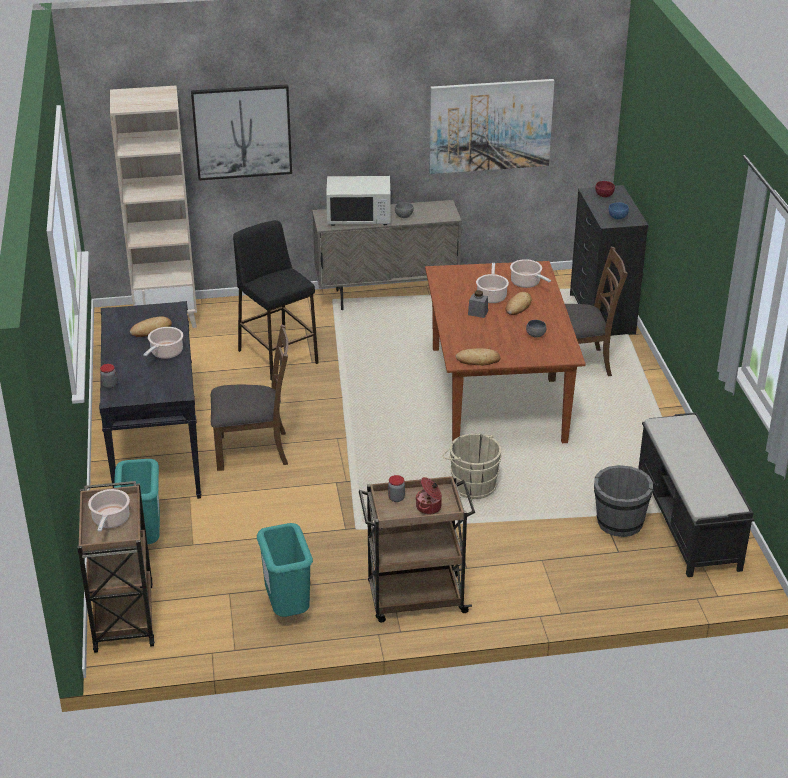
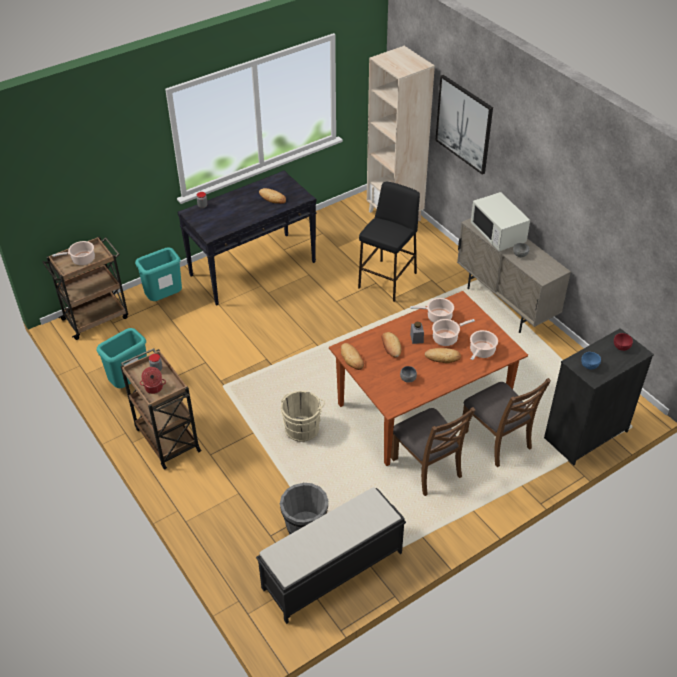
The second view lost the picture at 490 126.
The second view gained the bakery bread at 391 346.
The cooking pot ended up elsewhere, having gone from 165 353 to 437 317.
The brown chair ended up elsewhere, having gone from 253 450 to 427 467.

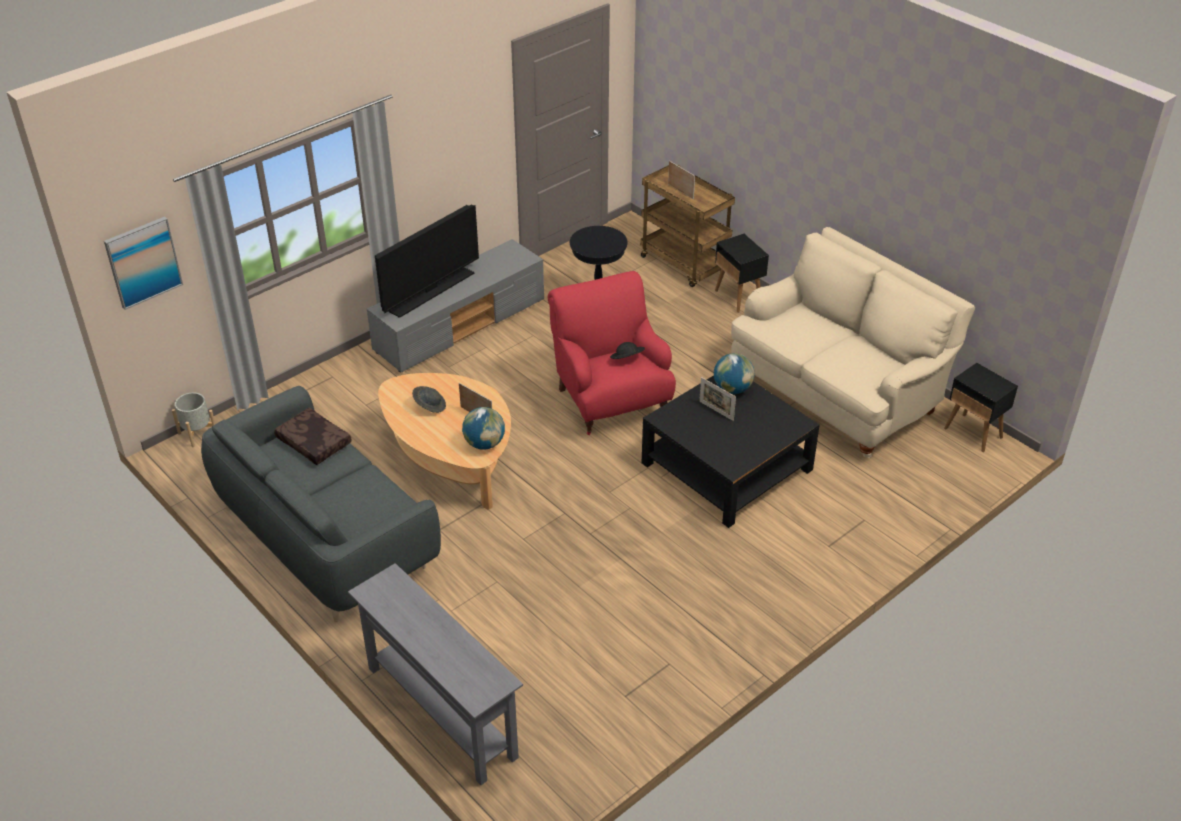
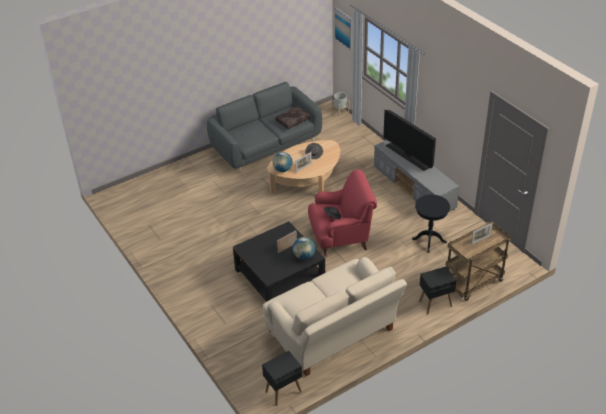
The second view lost the greyish console table at 440 712.

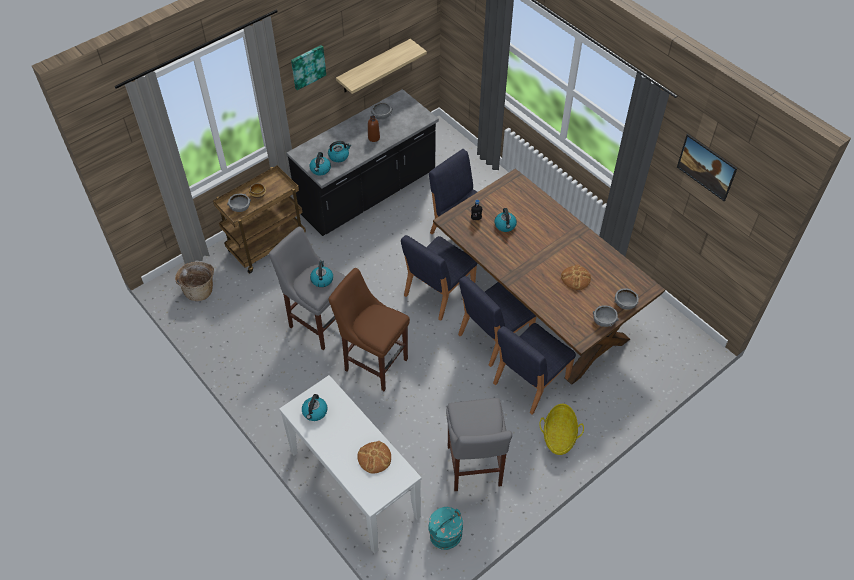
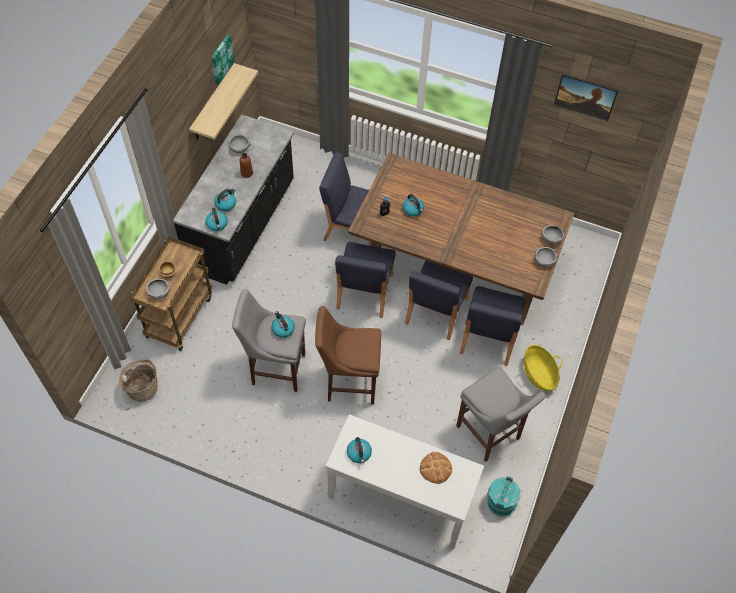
The second view lost the bakery bread at 575 278.
The picture ended up elsewhere, having gone from 307 66 to 221 59.

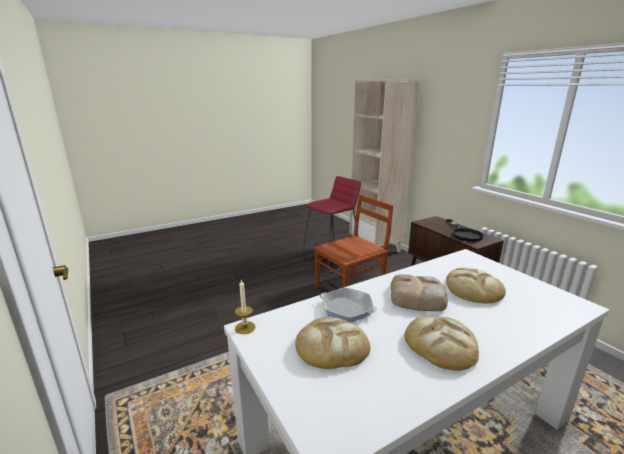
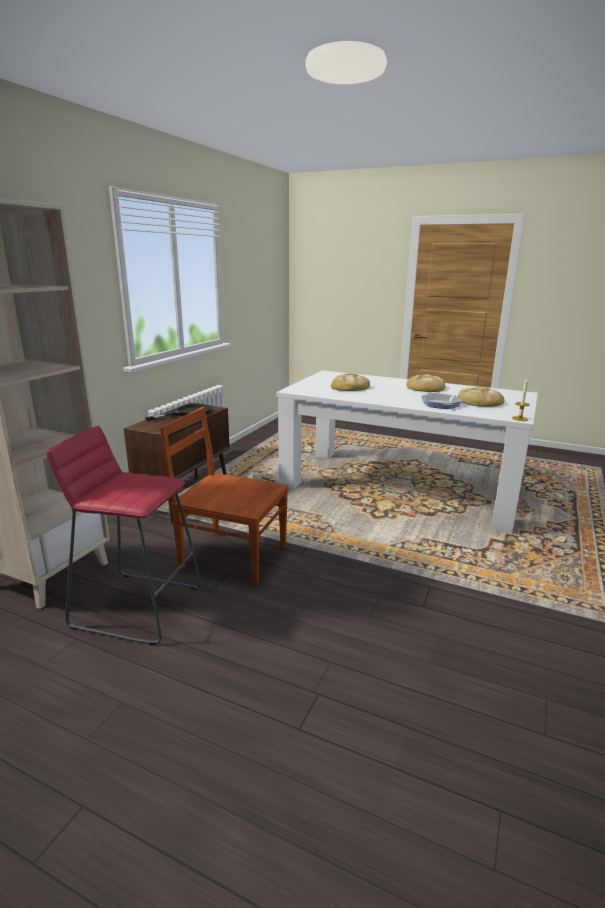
The second view lost the bakery bread at 418 297.

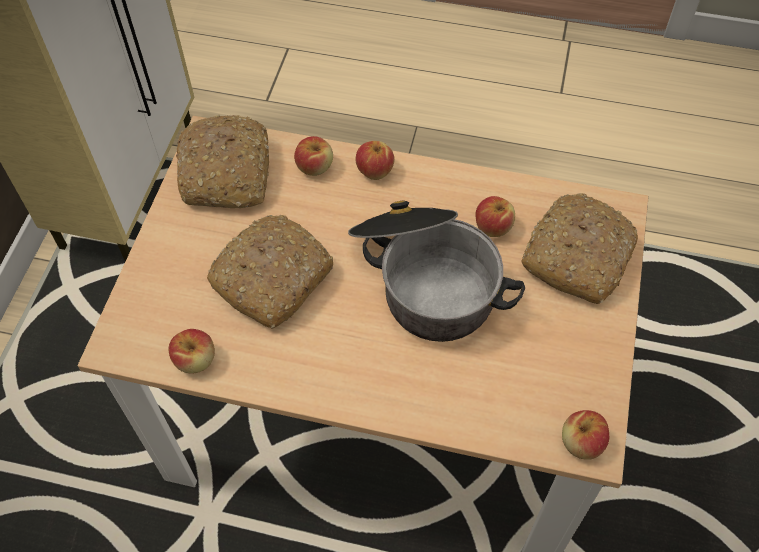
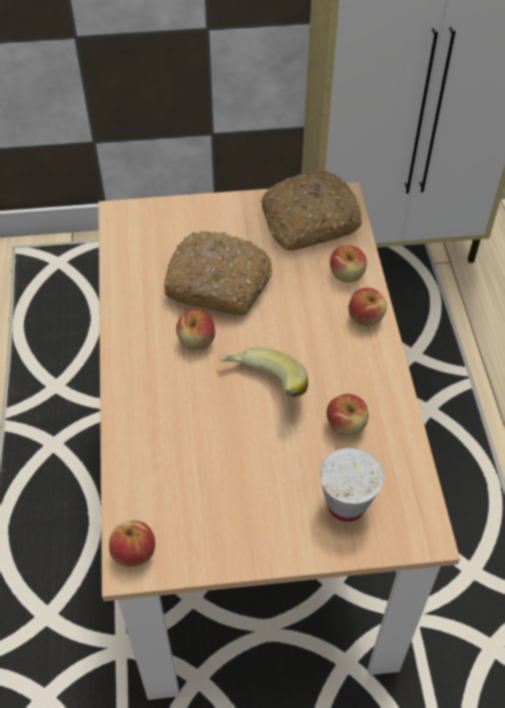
The apple ended up elsewhere, having gone from 196 360 to 196 341.
Where the cooking pot stood at 426 280, the banana came to stand at 261 388.
Where the bakery bread stood at 577 254, the whitish cup came to stand at 346 504.

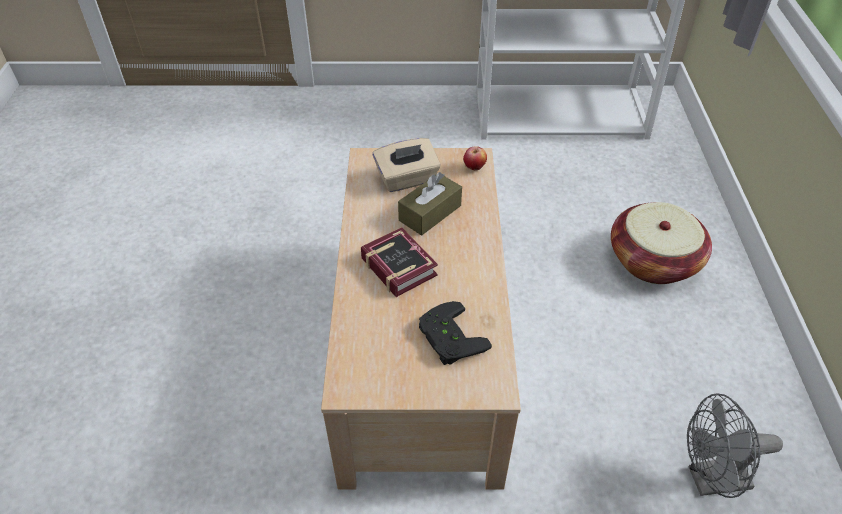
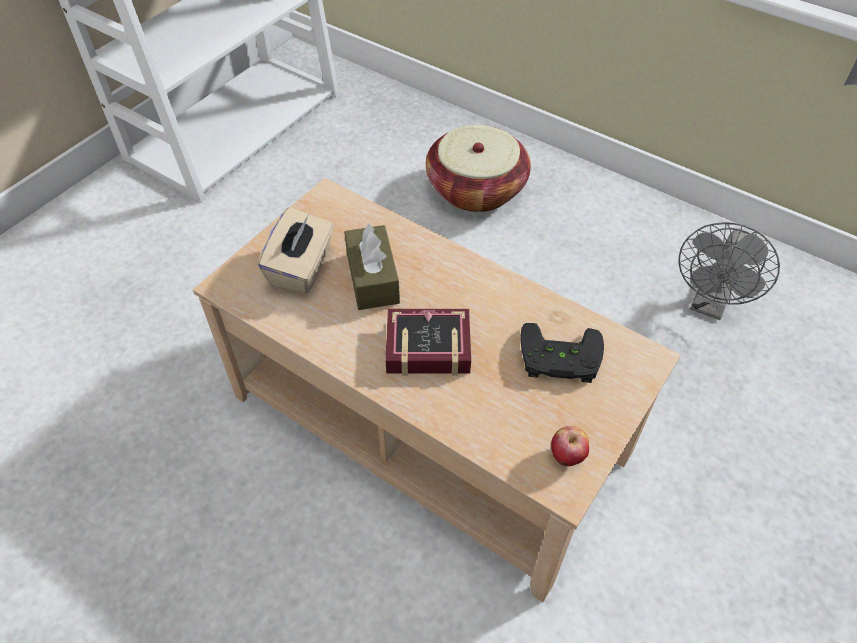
The apple ended up elsewhere, having gone from 474 168 to 567 457.

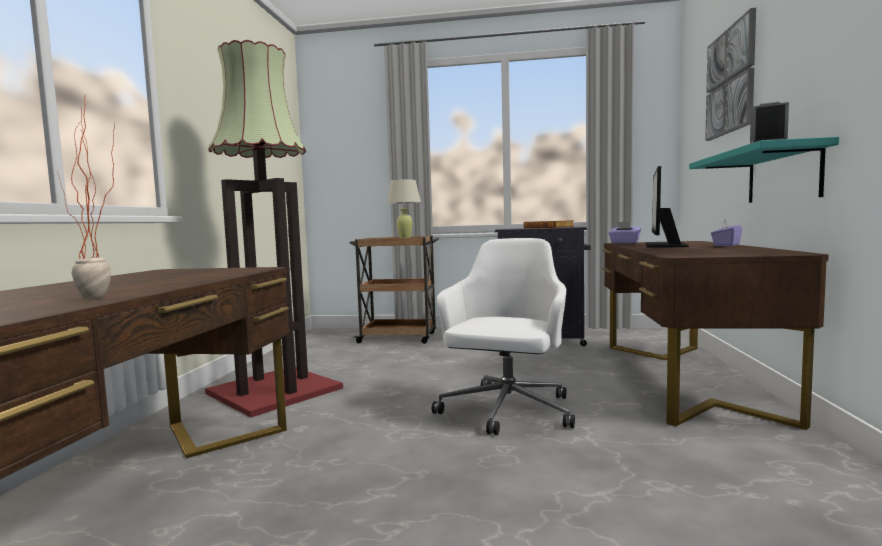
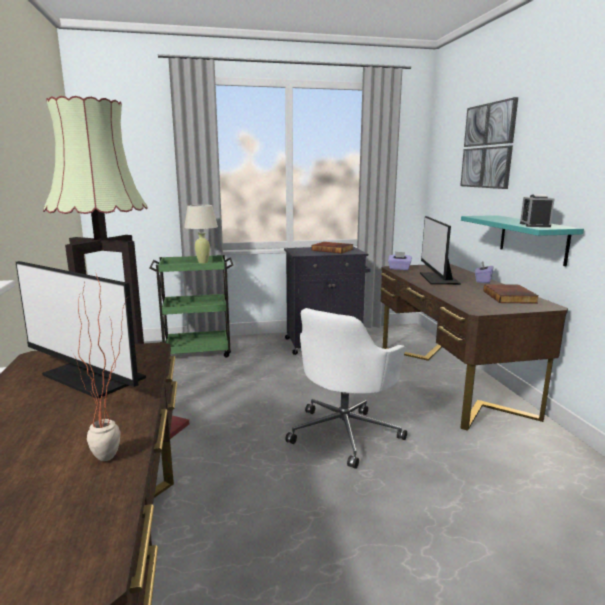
The second view gained the computer display at 92 377.
The second view gained the volume at 510 297.
What was the brown wheeled cart at 399 338 turned into the green wheeled cart at 198 351.
The whitish desk chair at 506 411 ended up facing another way, 150 degrees counterclockwise from before.

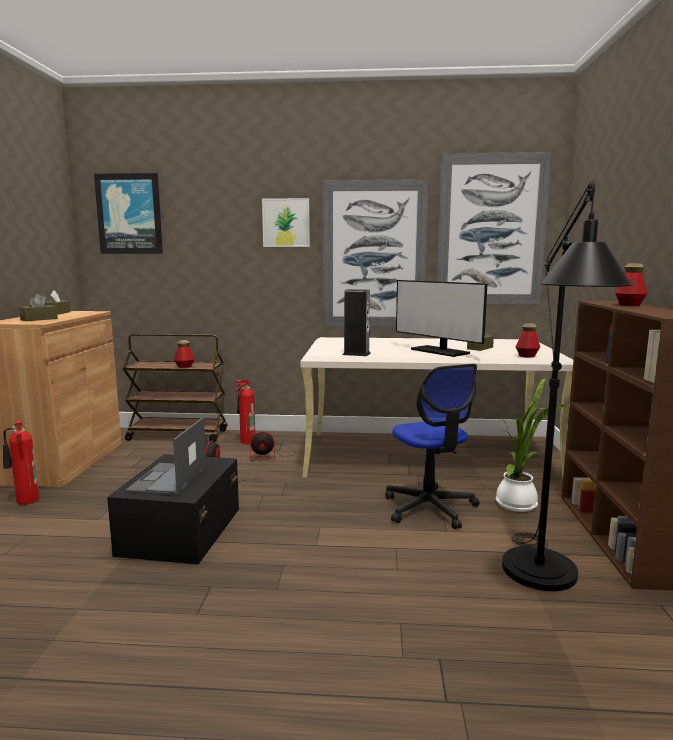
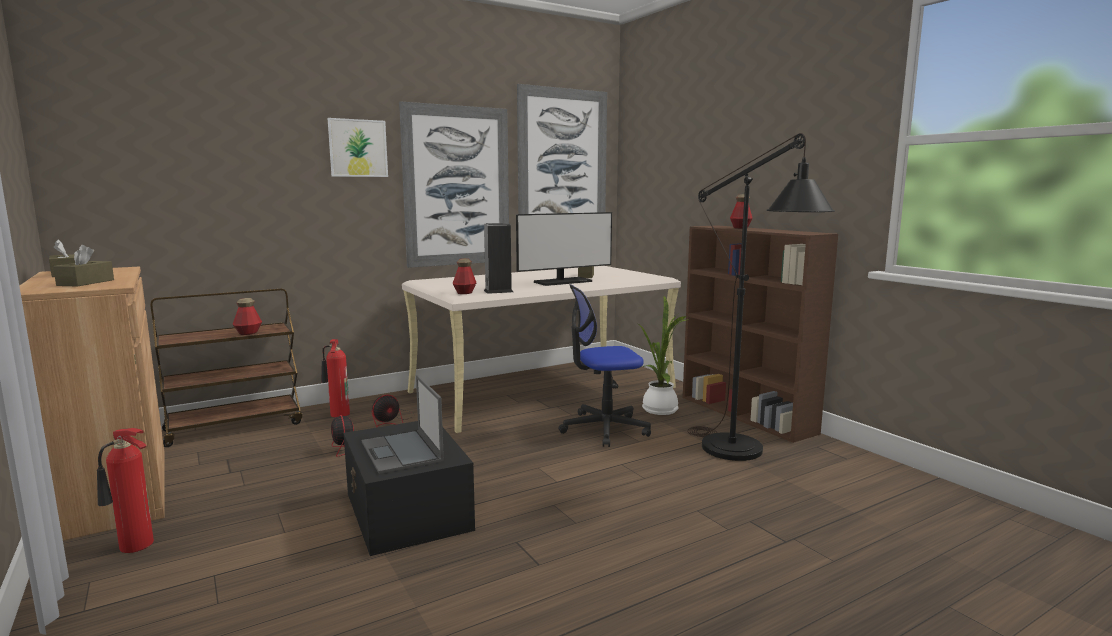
The second view lost the picture at 129 214.
The drink bottle ended up elsewhere, having gone from 527 356 to 464 293.
The desk chair at 430 508 ended up facing another way, 135 degrees clockwise from before.
The computer display at 439 351 ended up facing another way, 45 degrees counterclockwise from before.

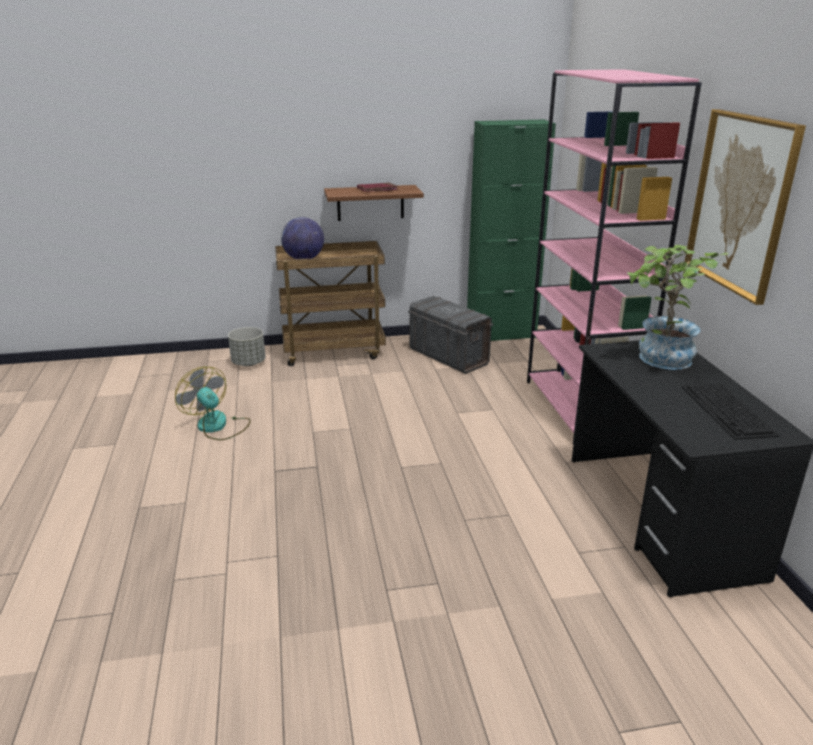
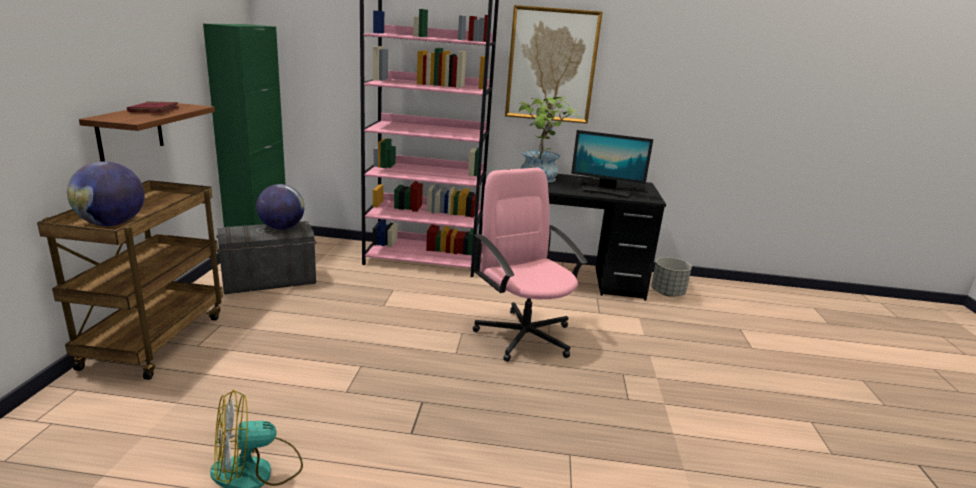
The second view gained the world globe at 282 228.
The second view gained the pinkish desk chair at 524 335.
The second view gained the computer display at 606 192.
The greyish plant pot ended up elsewhere, having gone from 248 363 to 667 293.

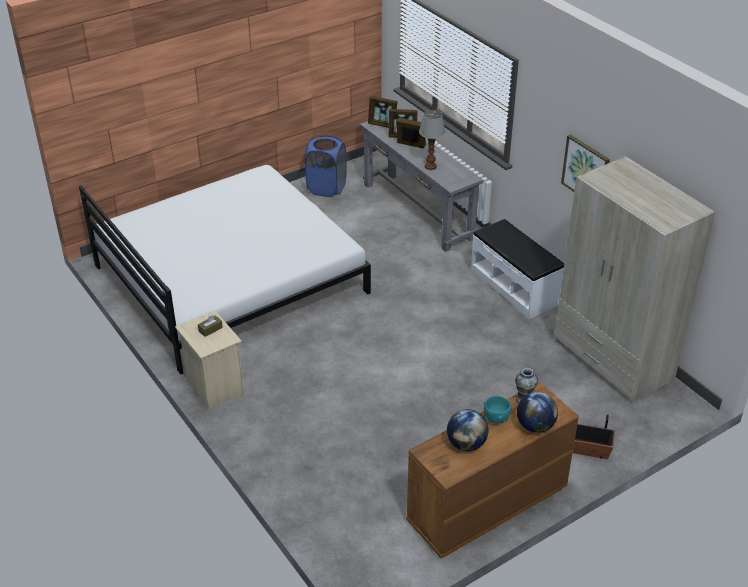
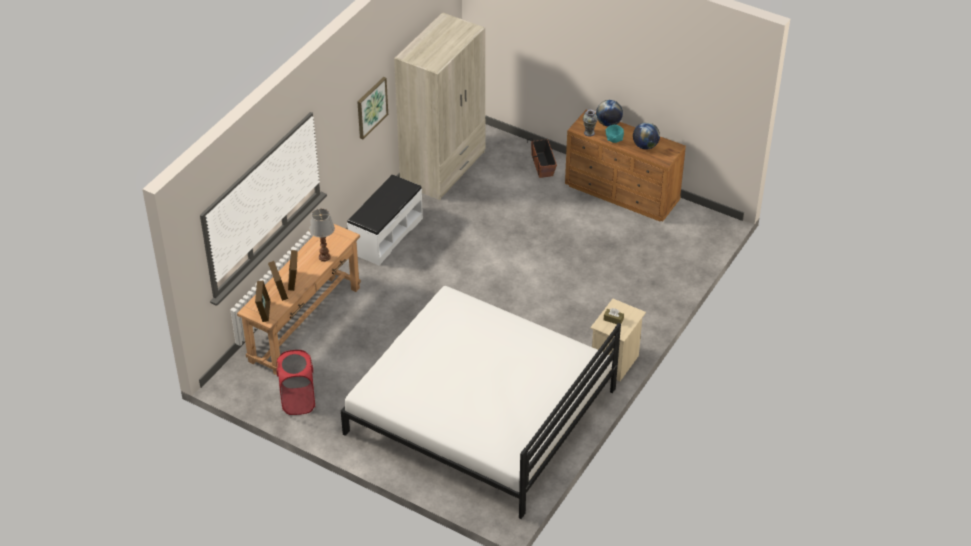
What was the blue-coloured washing basket at 326 188 turned into the red washing basket at 298 401.
What was the greyish console table at 417 211 turned into the brown console table at 305 324.

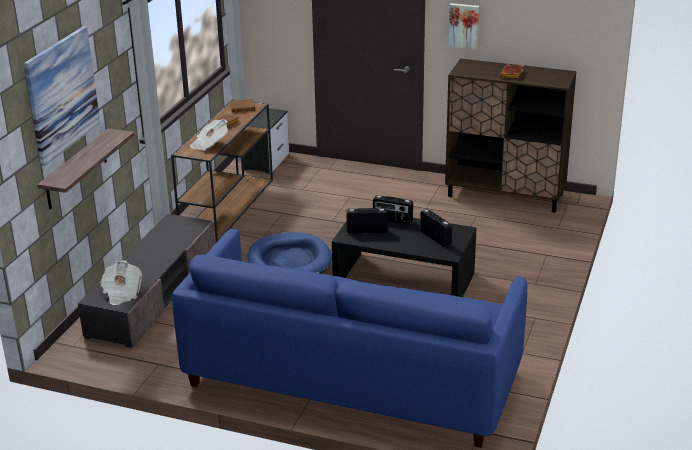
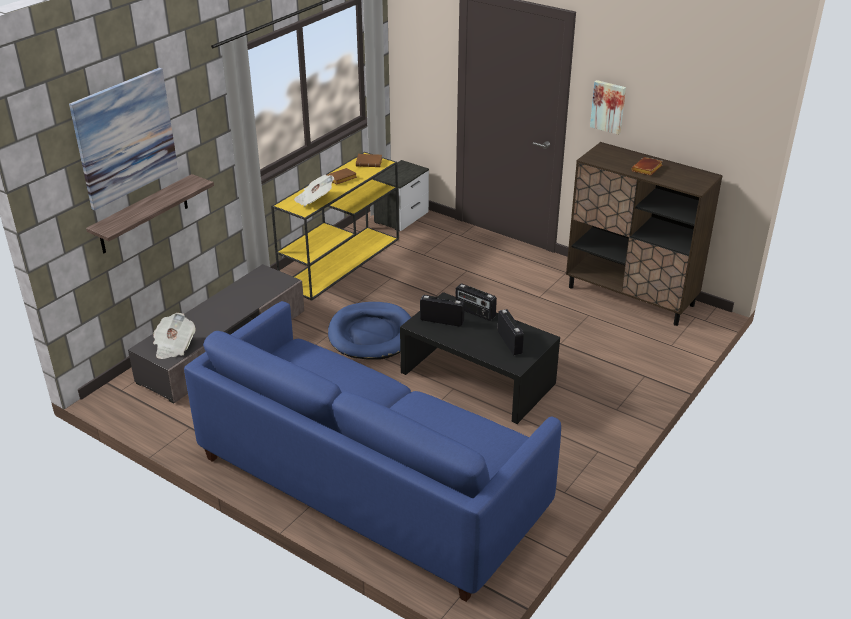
What was the brown console table at 228 206 turned into the yellowish console table at 341 261.

